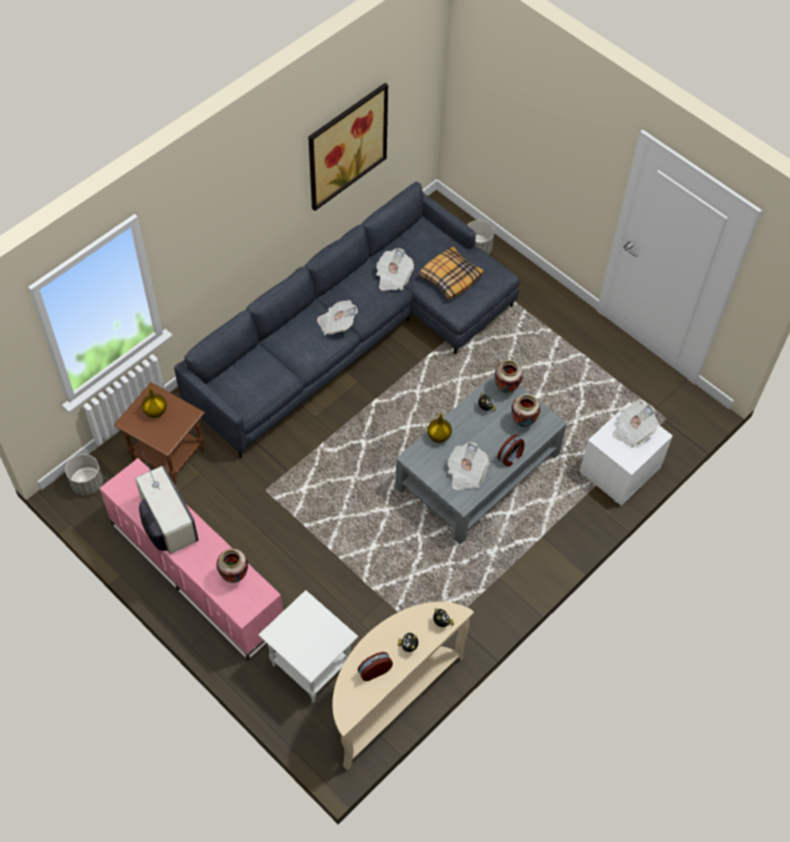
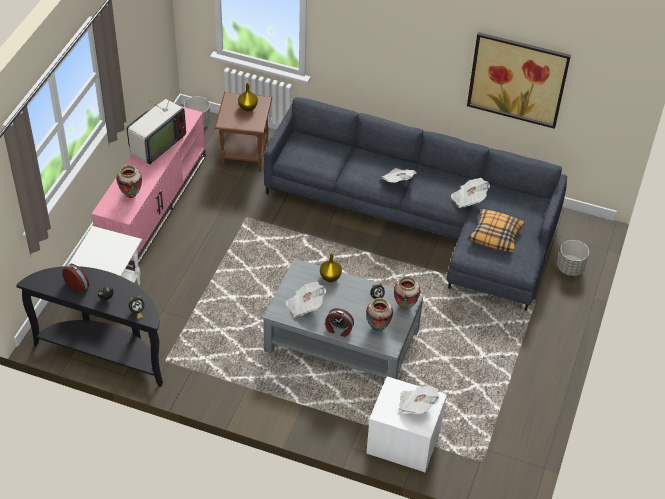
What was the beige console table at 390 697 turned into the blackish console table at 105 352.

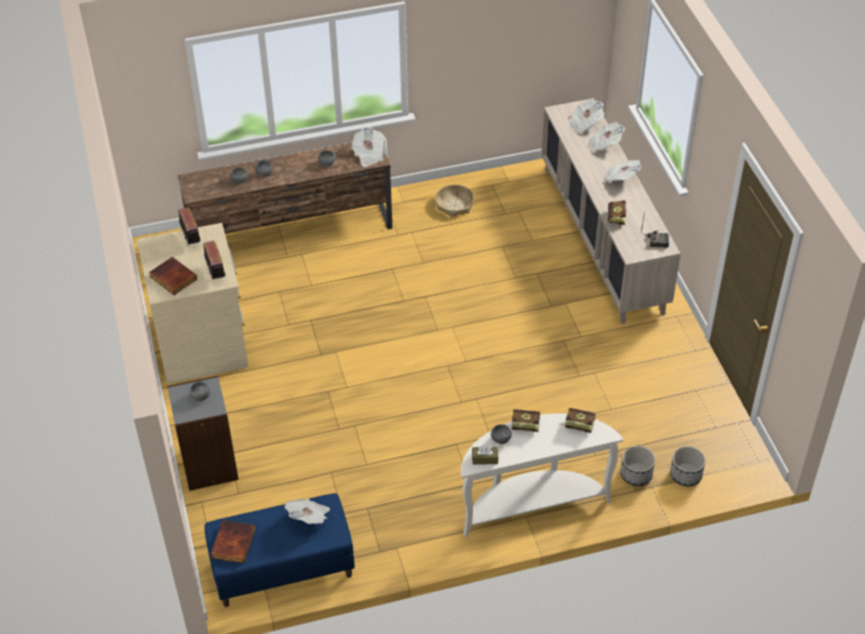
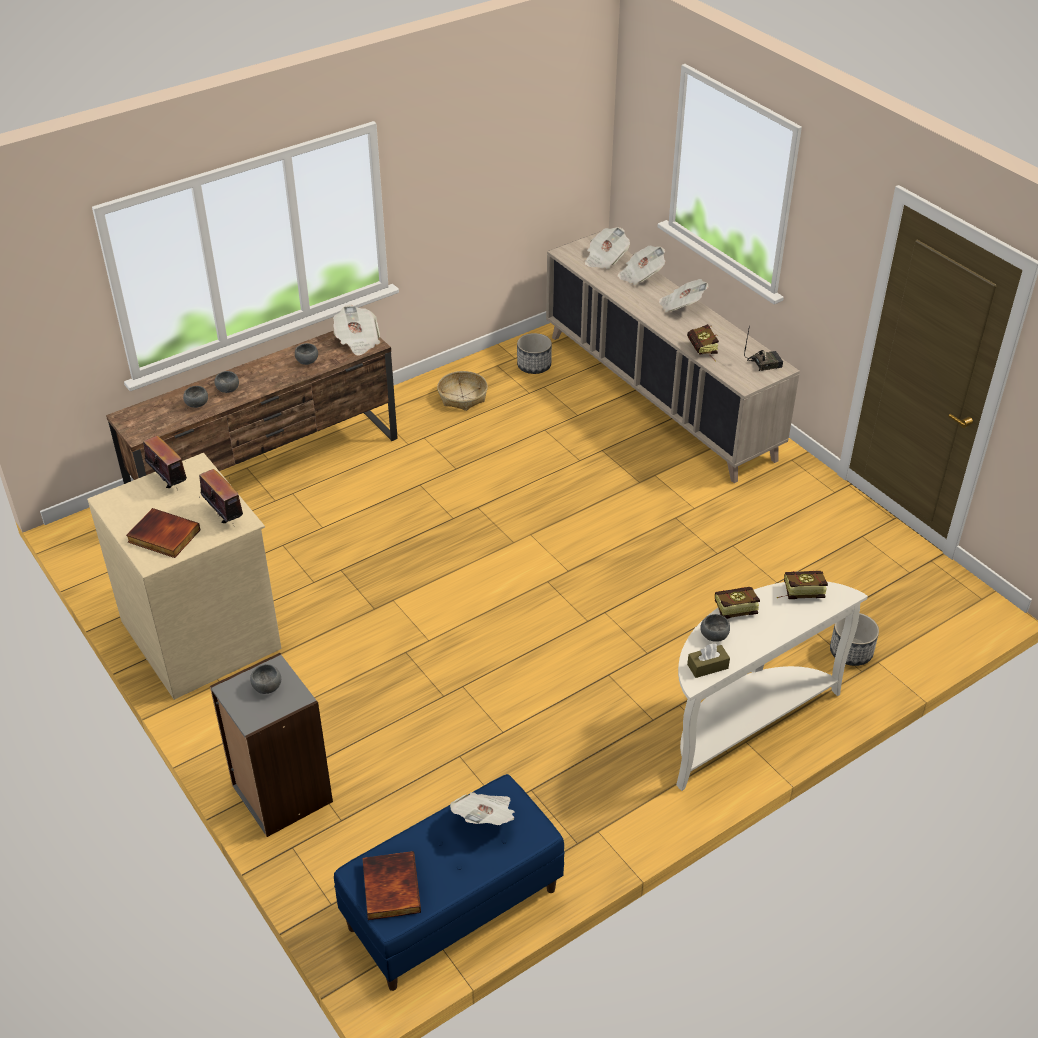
The plant pot ended up elsewhere, having gone from 685 475 to 534 366.

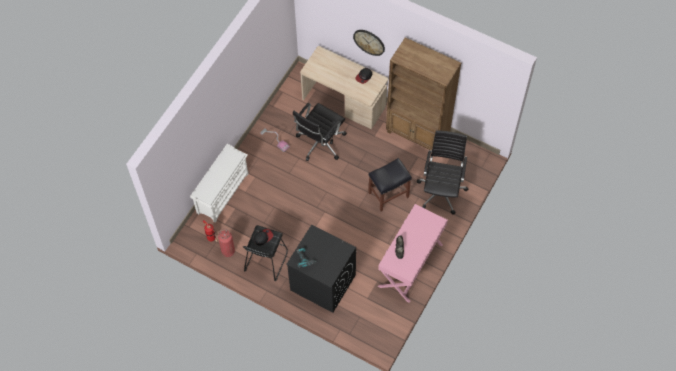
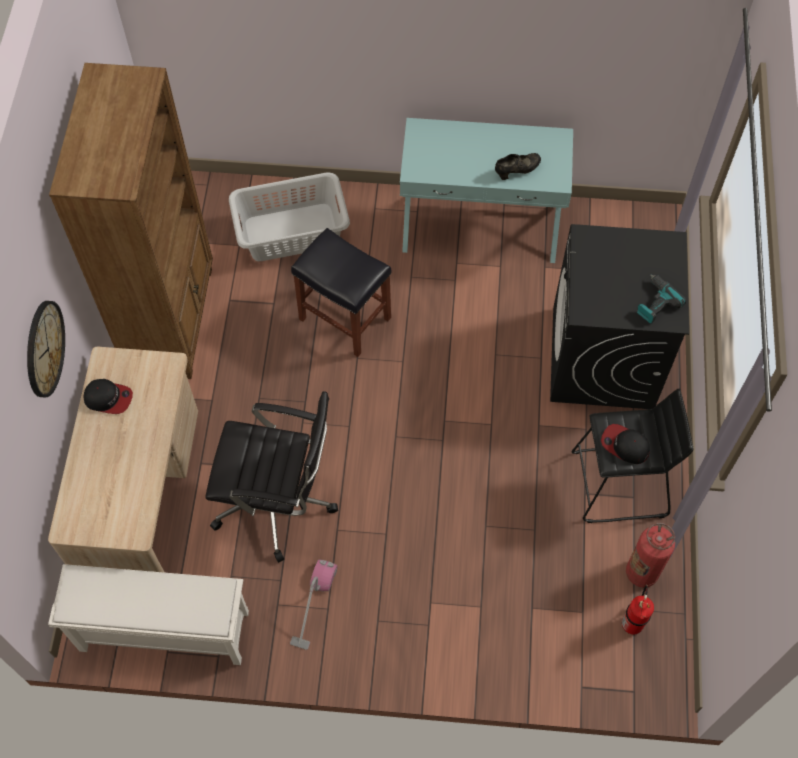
The whitish shoe rack ended up elsewhere, having gone from 222 192 to 162 632.
Where the blackish desk chair stood at 441 191, the greyish washing basket came to stand at 291 232.
What was the pinkish console table at 410 265 turned into the turquoise console table at 480 226.

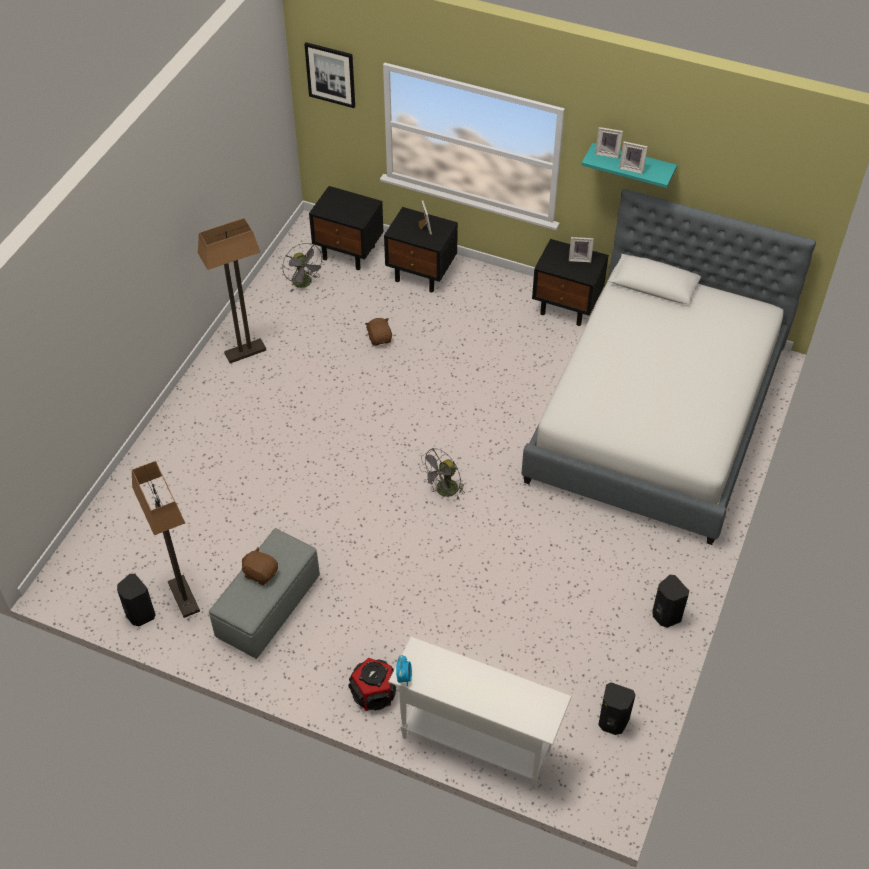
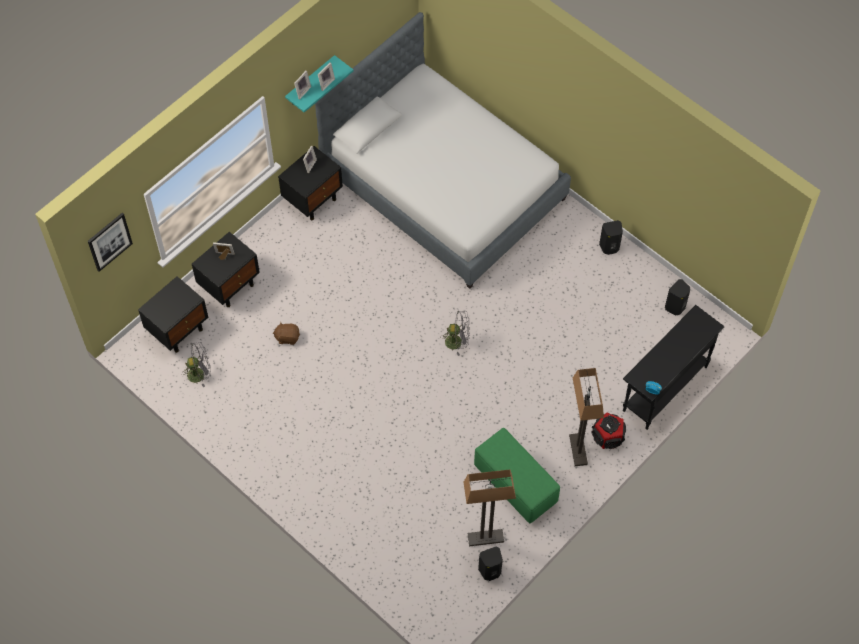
The second view lost the brown cuddly toy at 260 573.
The floor lamp ended up elsewhere, having gone from 245 352 to 578 450.
What was the greyish ottoman at 268 608 turned into the green ottoman at 516 484.
What was the whitish console table at 475 743 turned into the blackish console table at 664 388.
The greyish fan at 444 492 ended up facing another way, 60 degrees counterclockwise from before.

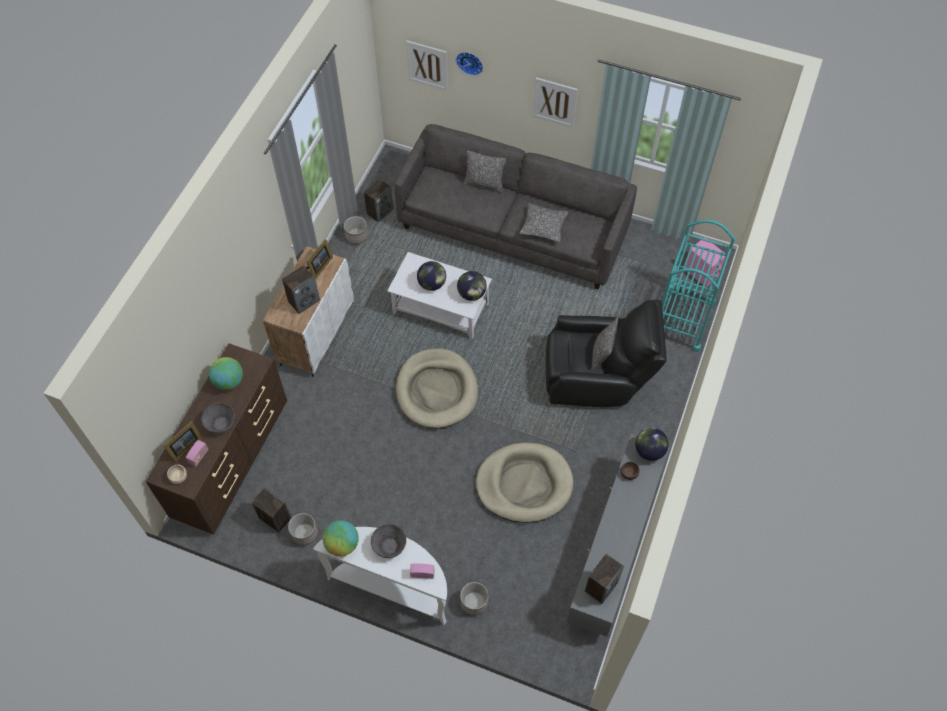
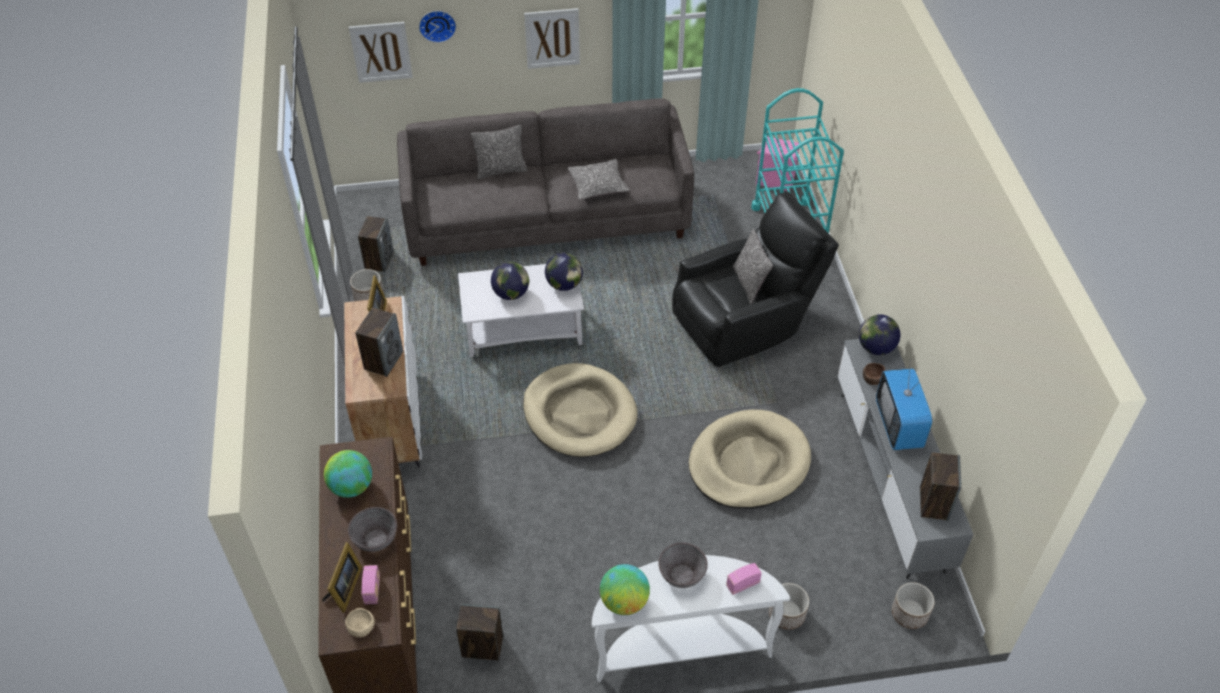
The second view gained the TV at 899 425.
The plant pot ended up elsewhere, having gone from 304 534 to 909 614.

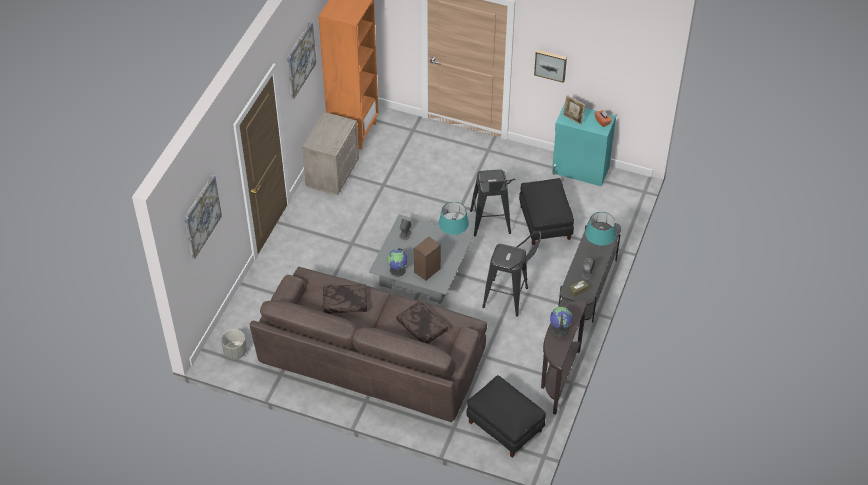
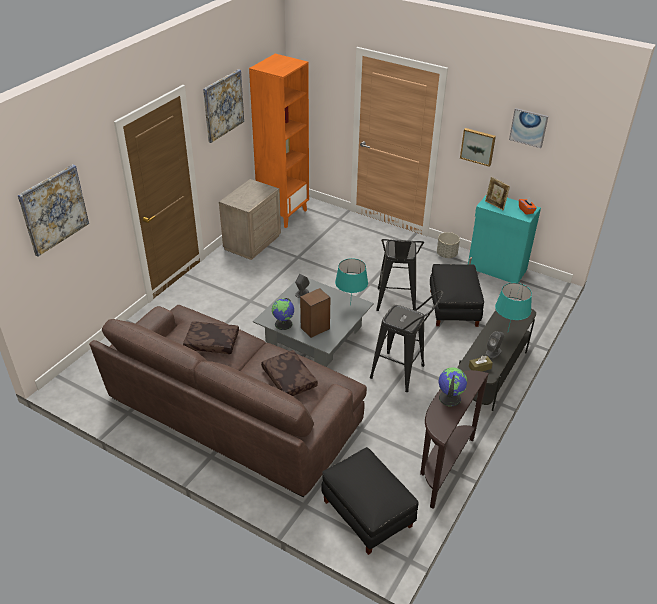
The second view gained the picture at 528 127.
The greyish plant pot ended up elsewhere, having gone from 235 352 to 446 254.

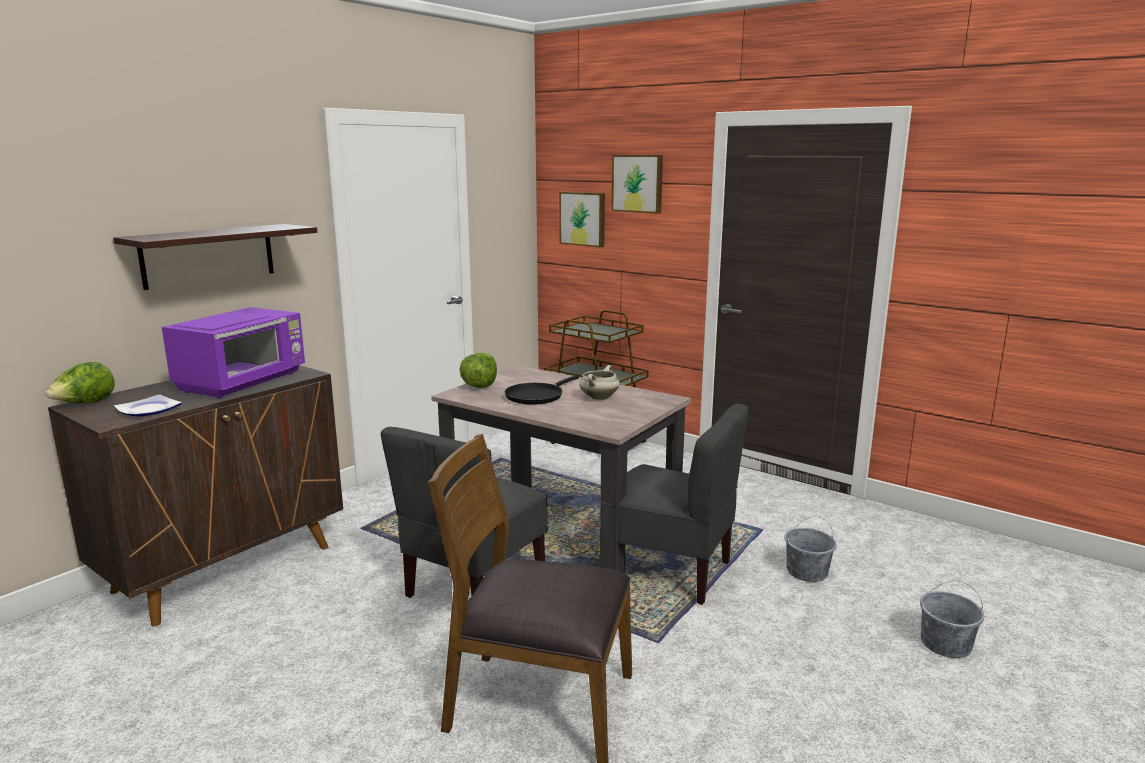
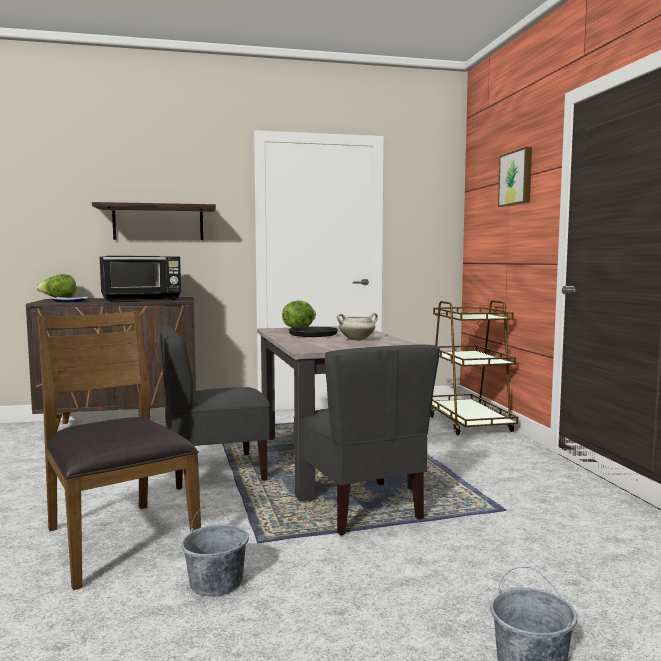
The second view lost the picture at 583 218.
The greyish water bucket ended up elsewhere, having gone from 807 572 to 216 583.
What was the purple-coloured kitchen microwave at 244 382 turned into the blackish kitchen microwave at 142 300.

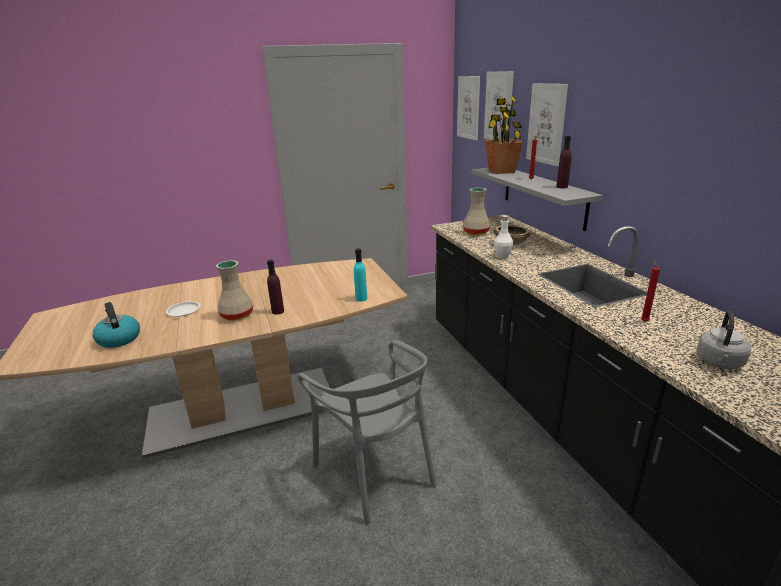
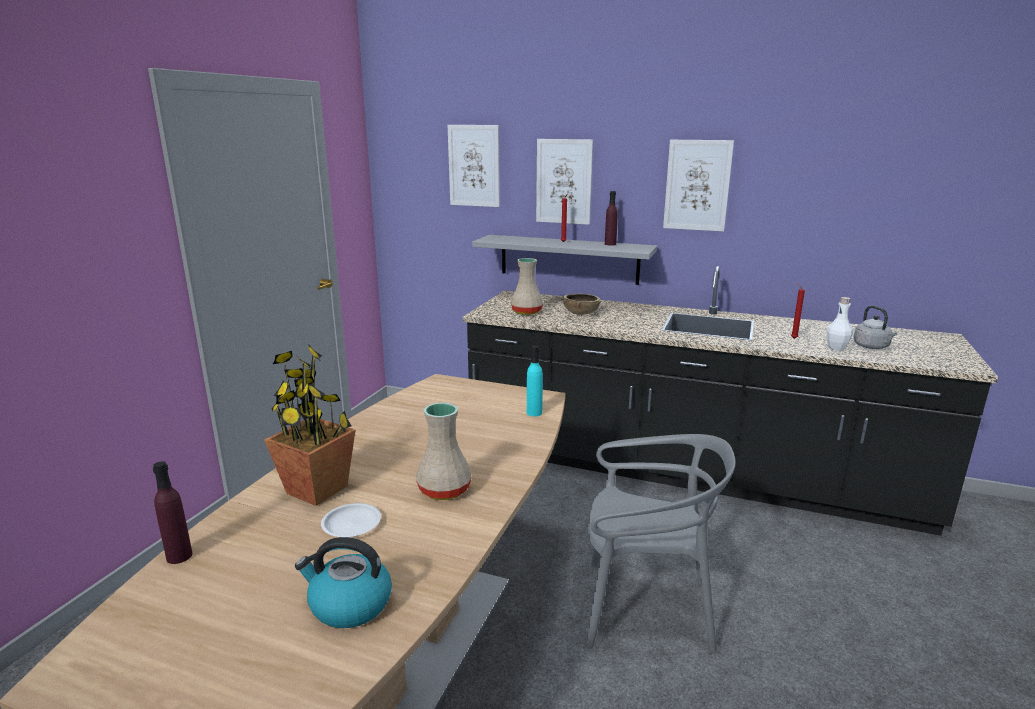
The purple-coloured drink bottle ended up elsewhere, having gone from 278 311 to 179 556.
The picture ended up elsewhere, having gone from 468 107 to 697 185.
The houseplant ended up elsewhere, having gone from 501 171 to 318 490.
The whitish drink bottle ended up elsewhere, having gone from 502 256 to 836 348.

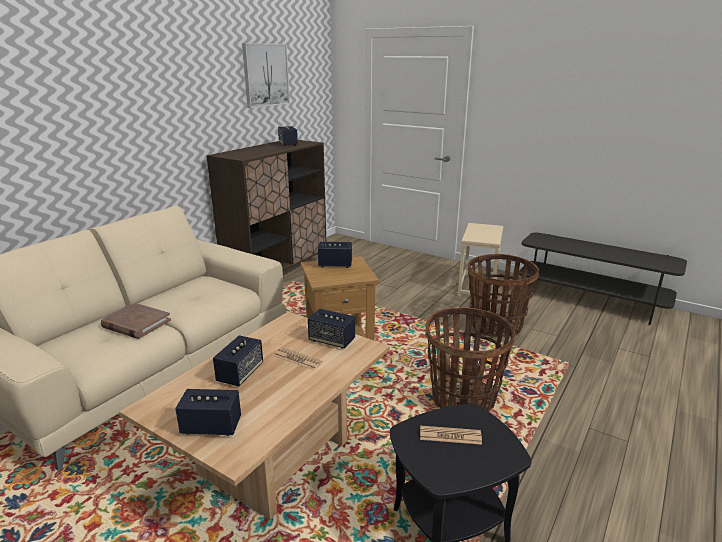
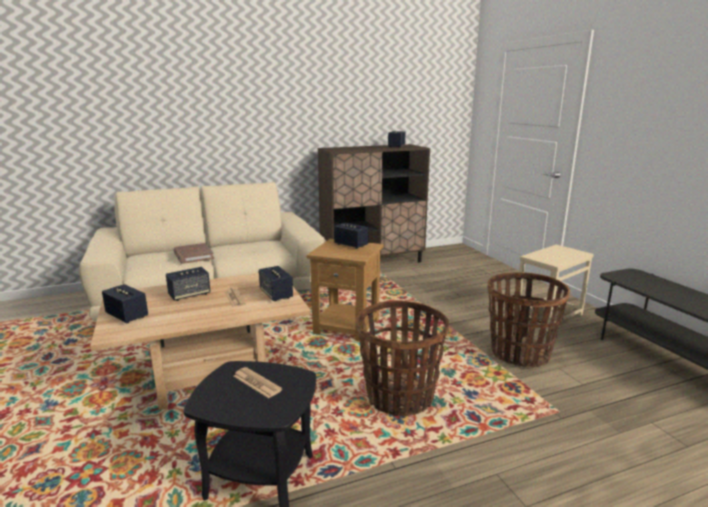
The second view lost the picture at 265 75.

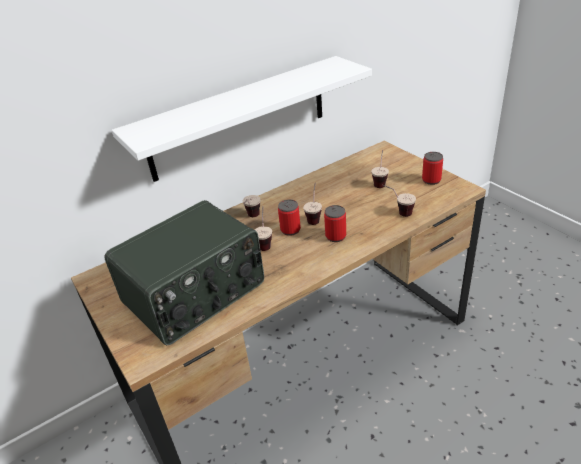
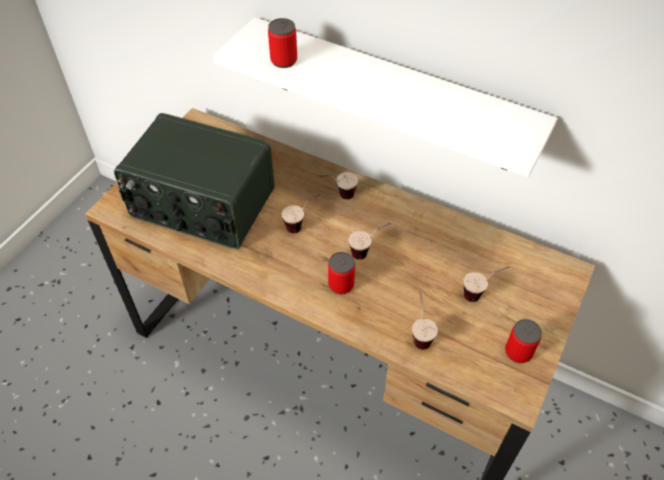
The sealed can ended up elsewhere, having gone from 290 230 to 284 60.

